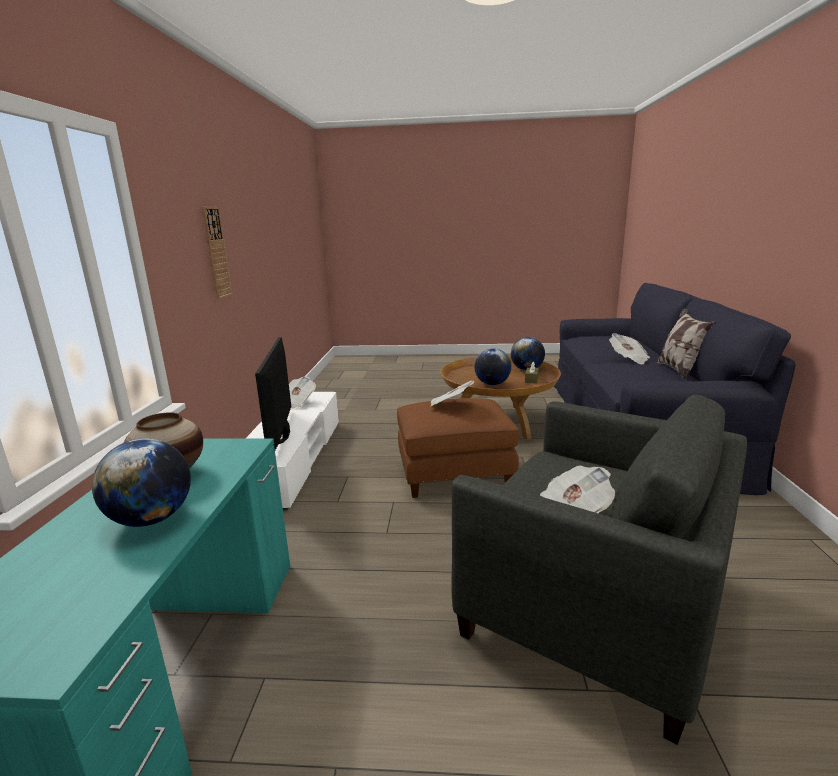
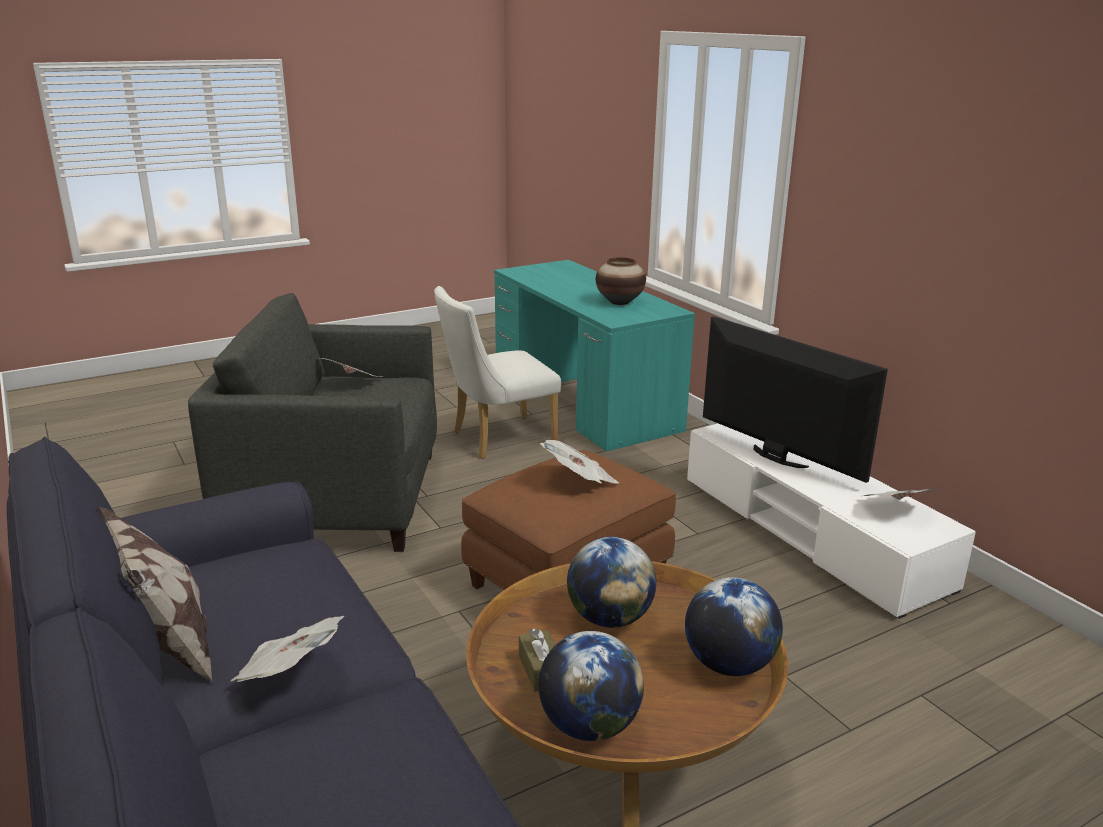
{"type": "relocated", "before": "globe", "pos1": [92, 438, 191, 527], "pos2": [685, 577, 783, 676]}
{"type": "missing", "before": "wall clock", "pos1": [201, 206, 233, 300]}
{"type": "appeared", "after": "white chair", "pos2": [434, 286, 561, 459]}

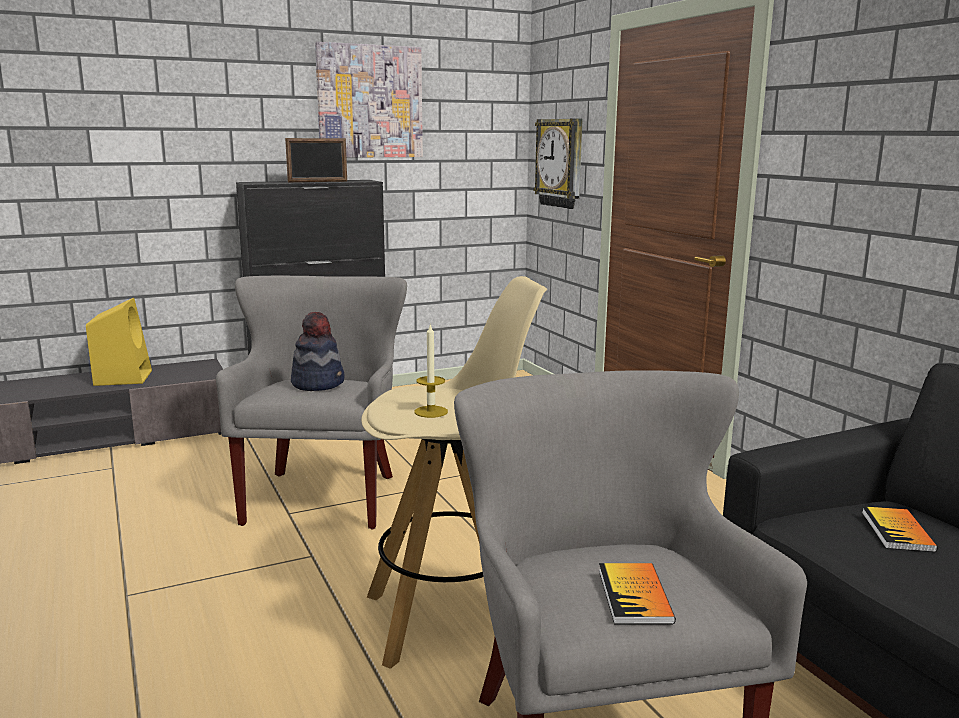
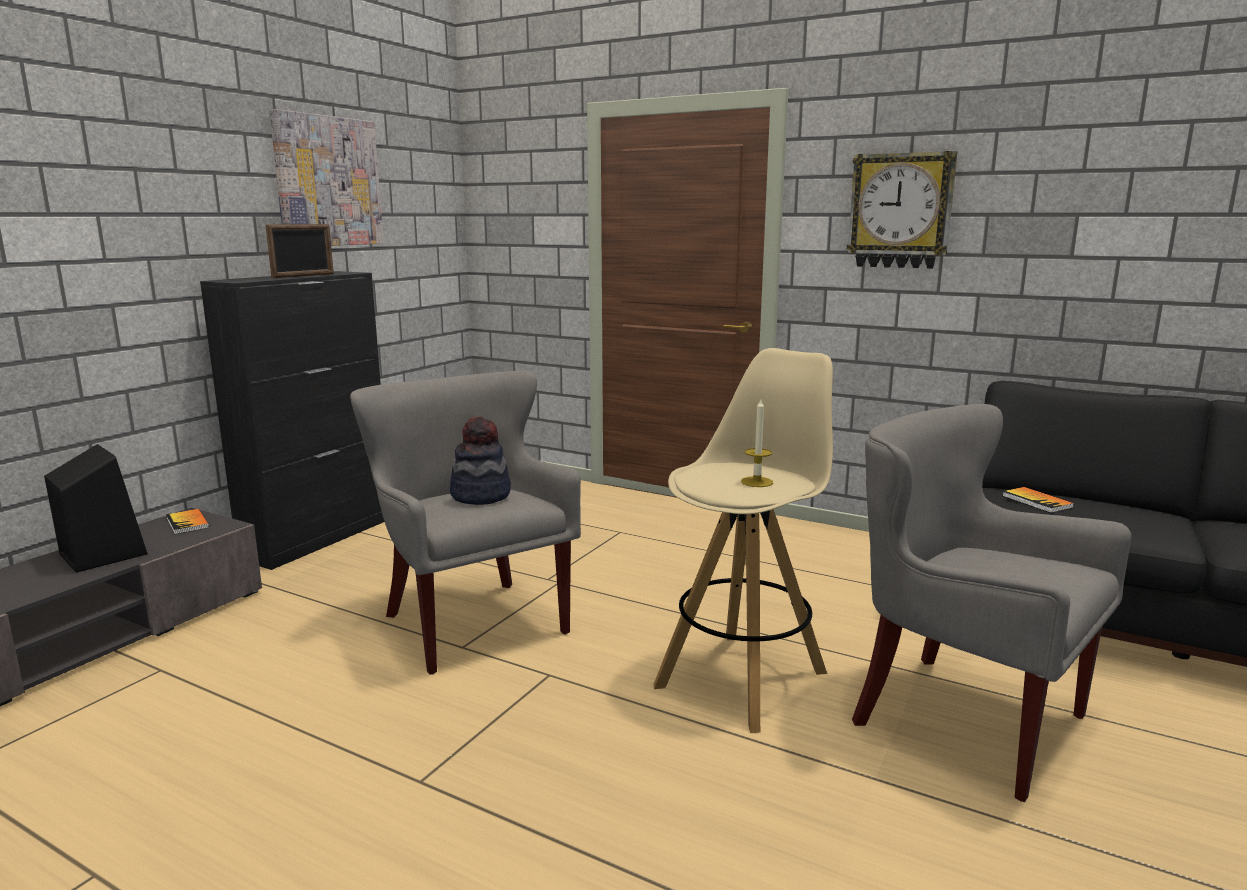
{"type": "colour", "before": "yellow speaker", "after": "black speaker", "pos1": [86, 298, 152, 386], "pos2": [44, 444, 147, 573]}
{"type": "relocated", "before": "wall clock", "pos1": [533, 118, 583, 209], "pos2": [847, 151, 957, 269]}
{"type": "relocated", "before": "book", "pos1": [599, 563, 676, 625], "pos2": [166, 509, 209, 534]}

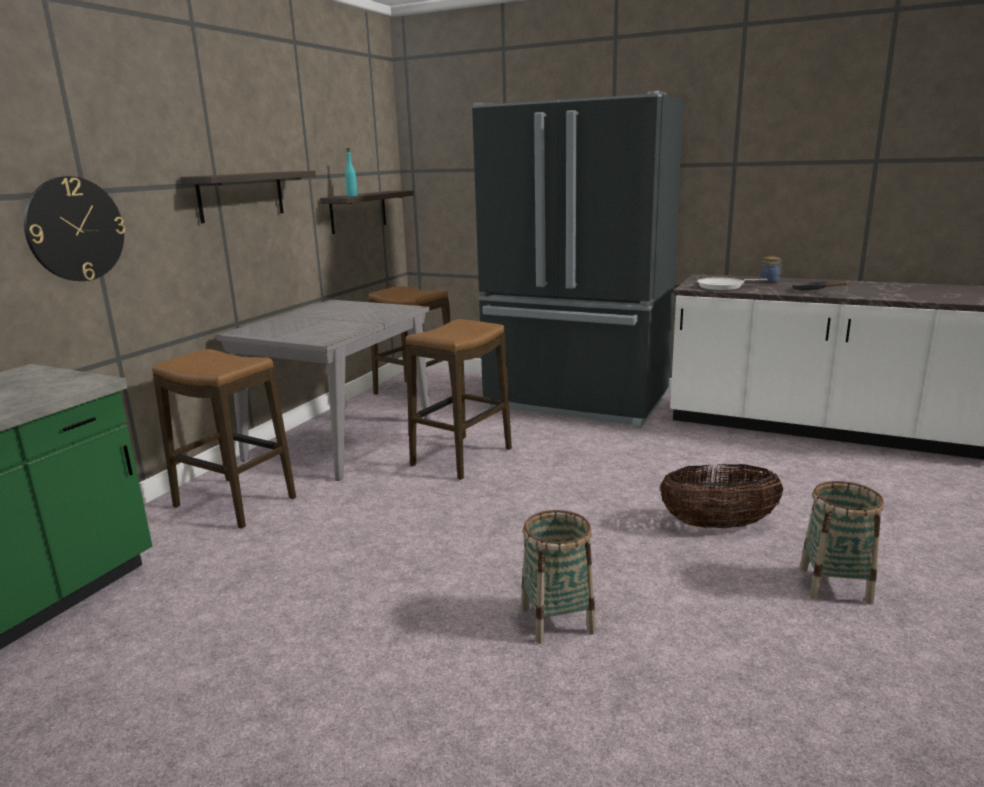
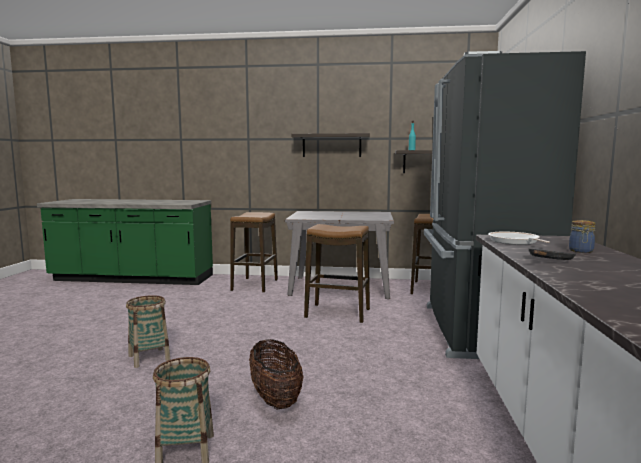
{"type": "missing", "before": "wall clock", "pos1": [24, 176, 126, 281]}

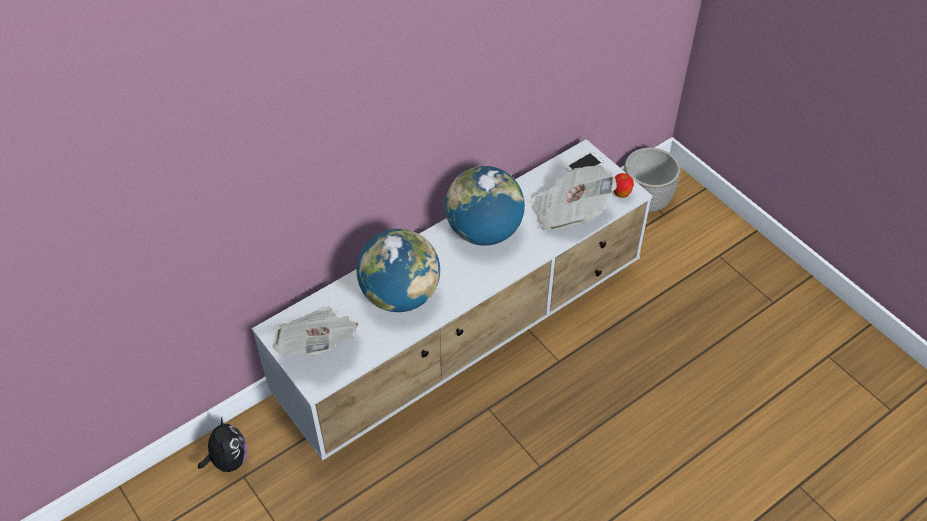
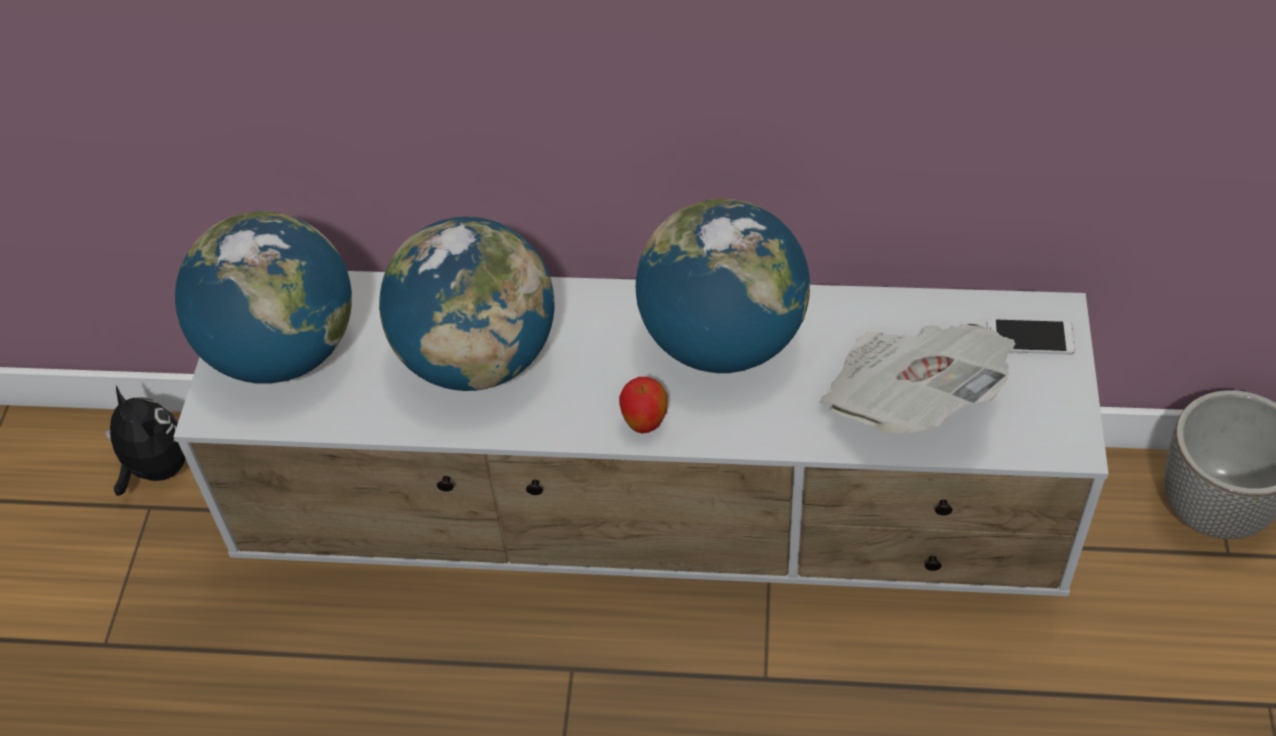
{"type": "spun", "before": "plush toy", "pos1": [198, 418, 247, 472], "pos2": [104, 385, 186, 496], "turn": -75}
{"type": "exchanged", "before": "newspaper", "after": "globe", "pos1": [272, 306, 359, 356], "pos2": [175, 211, 352, 384]}
{"type": "relocated", "before": "apple", "pos1": [614, 173, 634, 198], "pos2": [619, 377, 668, 433]}

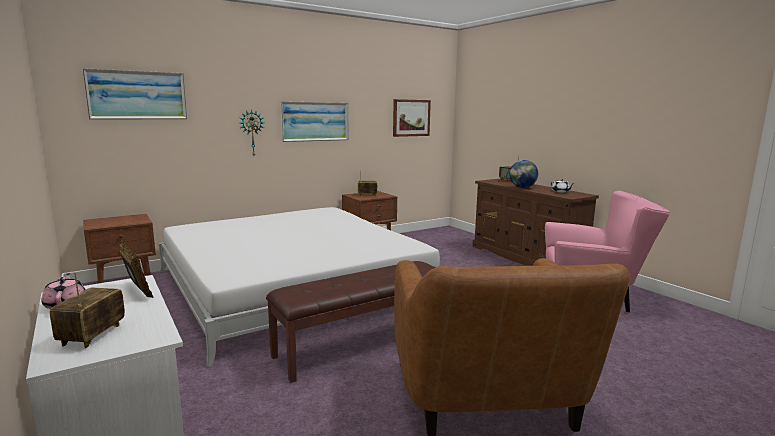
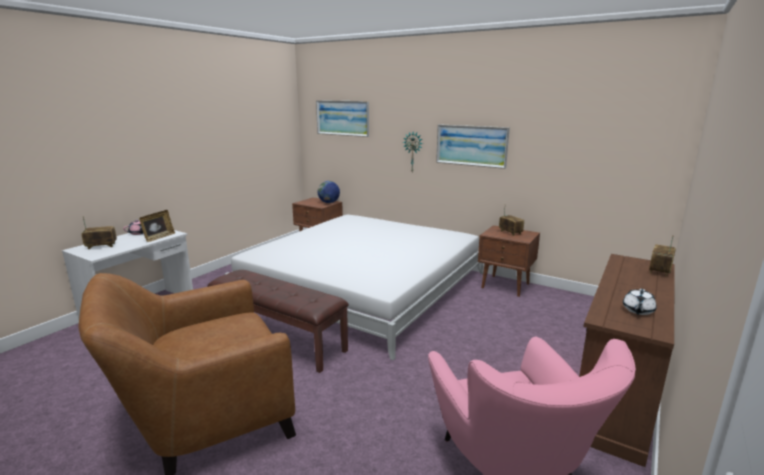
{"type": "missing", "before": "picture", "pos1": [393, 99, 431, 137]}
{"type": "relocated", "before": "globe", "pos1": [509, 160, 538, 188], "pos2": [317, 181, 340, 203]}

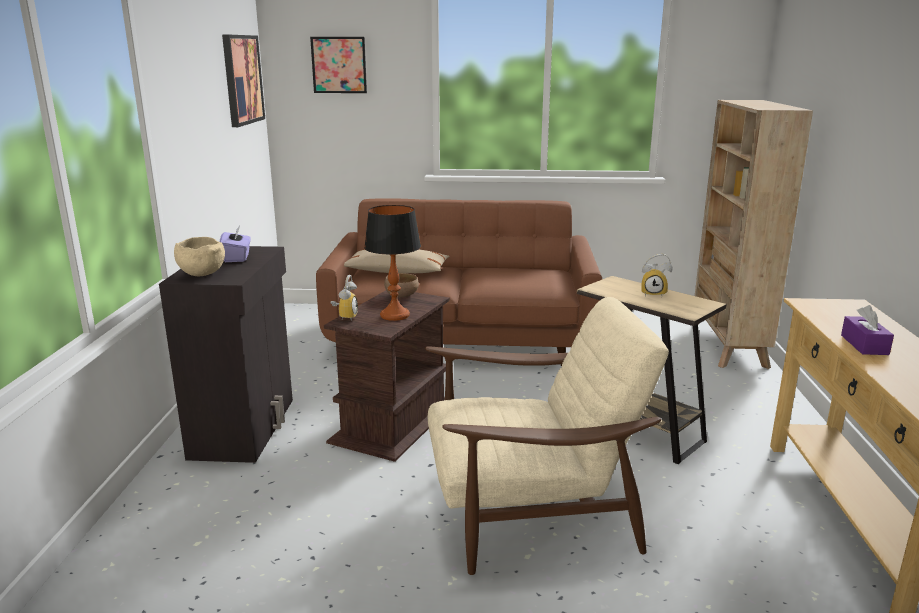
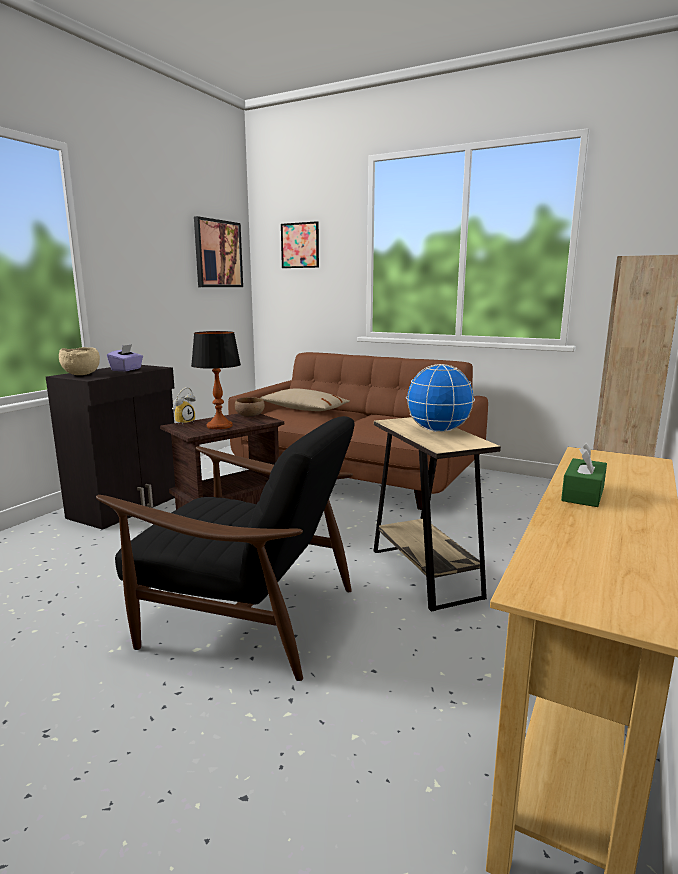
{"type": "colour", "before": "beige armchair", "after": "black armchair", "pos1": [425, 297, 669, 575], "pos2": [96, 416, 355, 681]}
{"type": "exchanged", "before": "alarm clock", "after": "globe", "pos1": [642, 254, 672, 297], "pos2": [406, 364, 475, 432]}
{"type": "colour", "before": "purple tissue box", "after": "green tissue box", "pos1": [841, 305, 894, 355], "pos2": [561, 442, 607, 507]}

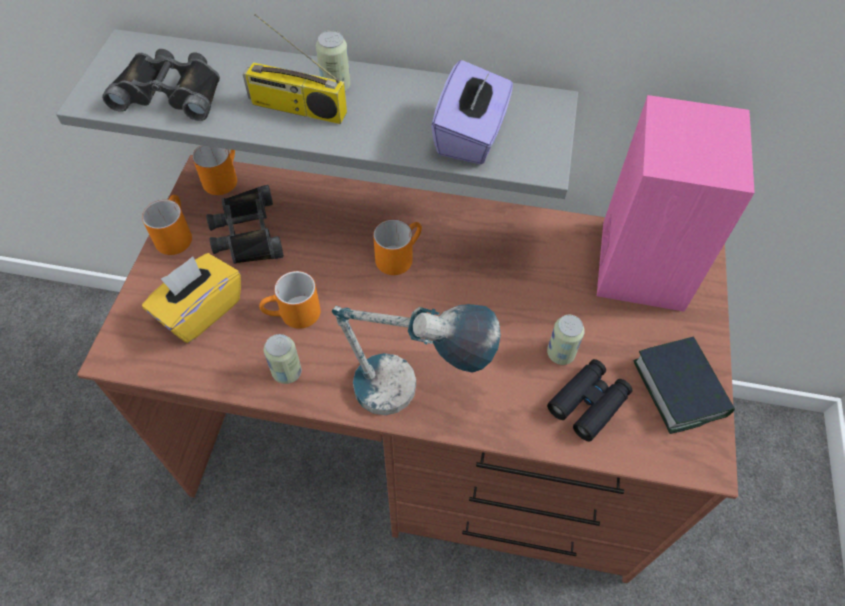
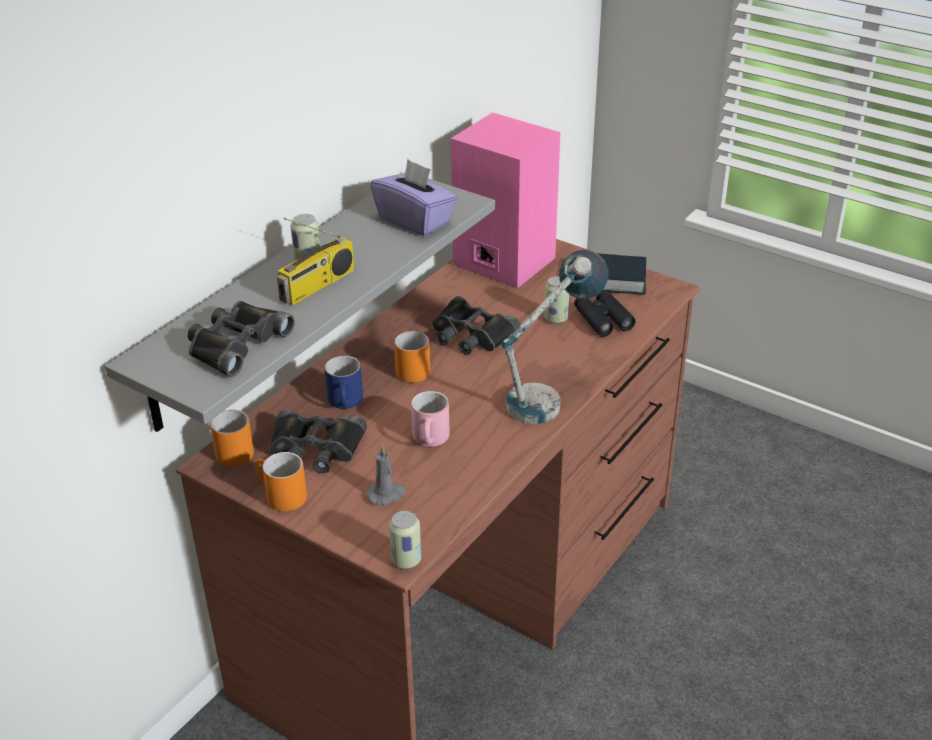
{"type": "exchanged", "before": "yellow tissue box", "after": "grey candle", "pos1": [142, 253, 241, 343], "pos2": [366, 445, 406, 506]}
{"type": "colour", "before": "orange mug", "after": "pink mug", "pos1": [259, 271, 321, 329], "pos2": [411, 391, 450, 447]}
{"type": "relocated", "before": "can", "pos1": [264, 334, 302, 384], "pos2": [389, 511, 421, 569]}
{"type": "appeared", "after": "blue mug", "pos2": [324, 355, 363, 409]}
{"type": "appeared", "after": "black binoculars", "pos2": [432, 296, 521, 355]}

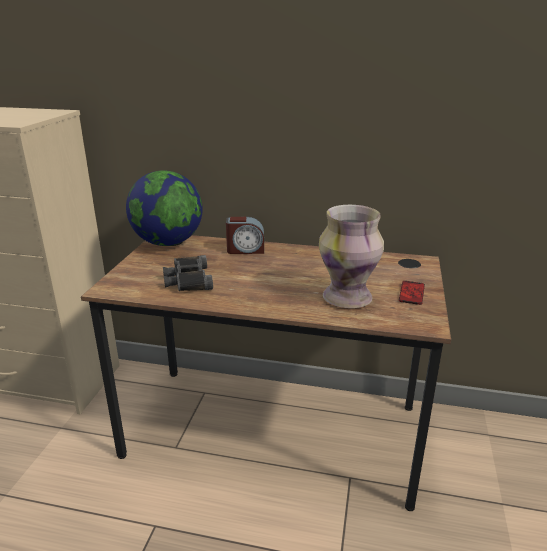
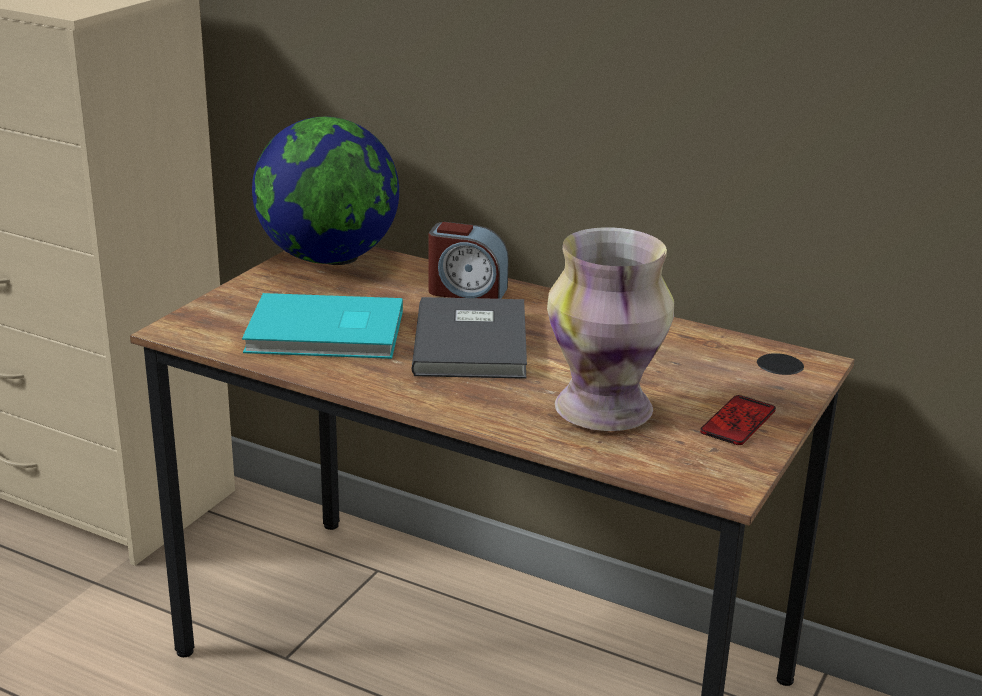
{"type": "exchanged", "before": "black binoculars", "after": "turquoise book", "pos1": [163, 255, 213, 291], "pos2": [242, 293, 403, 359]}
{"type": "appeared", "after": "grey book", "pos2": [412, 297, 527, 379]}

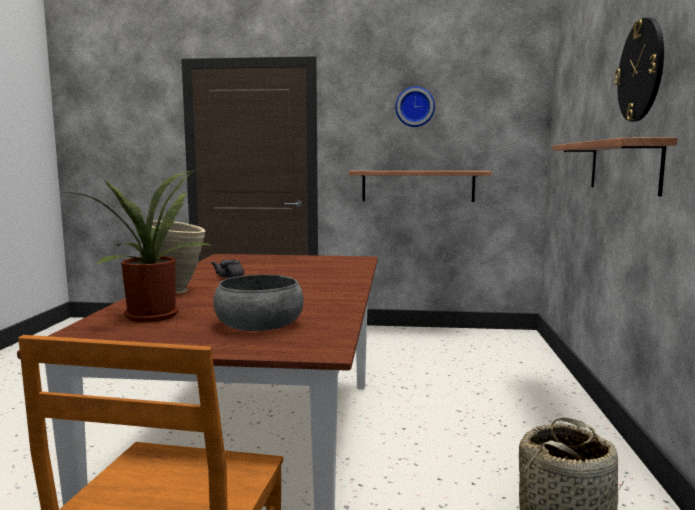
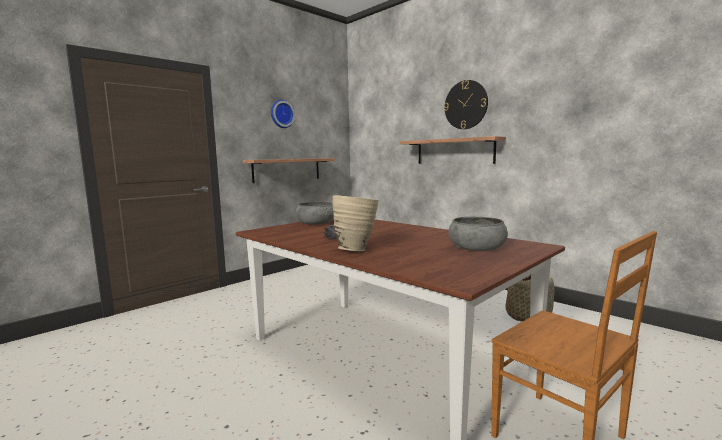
{"type": "missing", "before": "potted plant", "pos1": [64, 170, 212, 322]}
{"type": "appeared", "after": "grey bowl", "pos2": [296, 202, 334, 224]}

